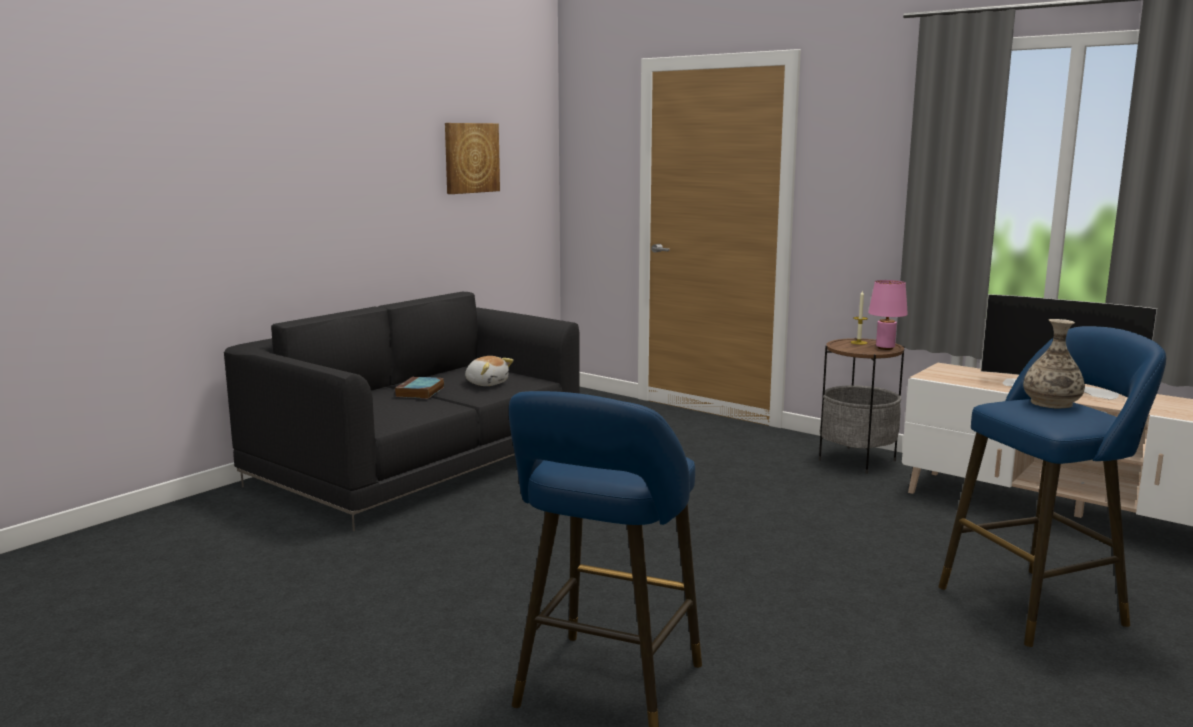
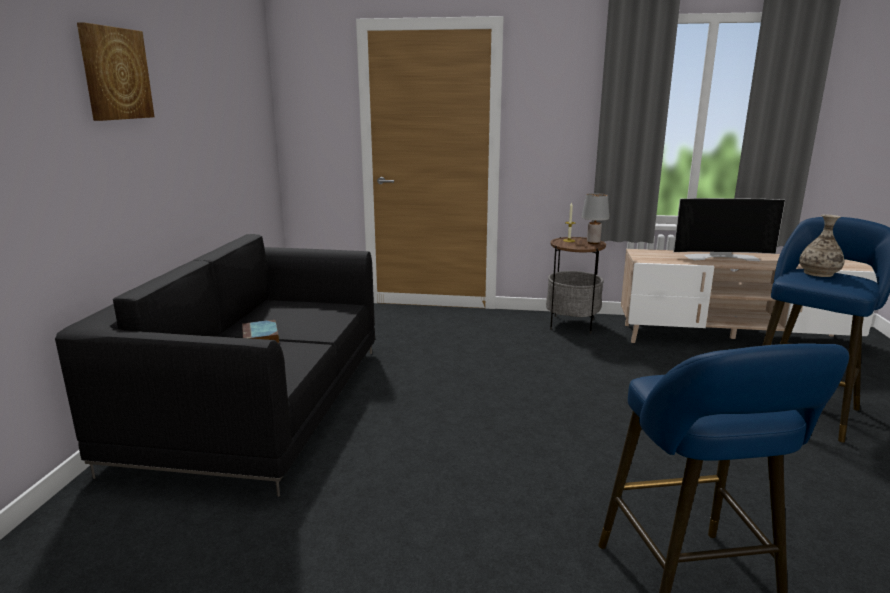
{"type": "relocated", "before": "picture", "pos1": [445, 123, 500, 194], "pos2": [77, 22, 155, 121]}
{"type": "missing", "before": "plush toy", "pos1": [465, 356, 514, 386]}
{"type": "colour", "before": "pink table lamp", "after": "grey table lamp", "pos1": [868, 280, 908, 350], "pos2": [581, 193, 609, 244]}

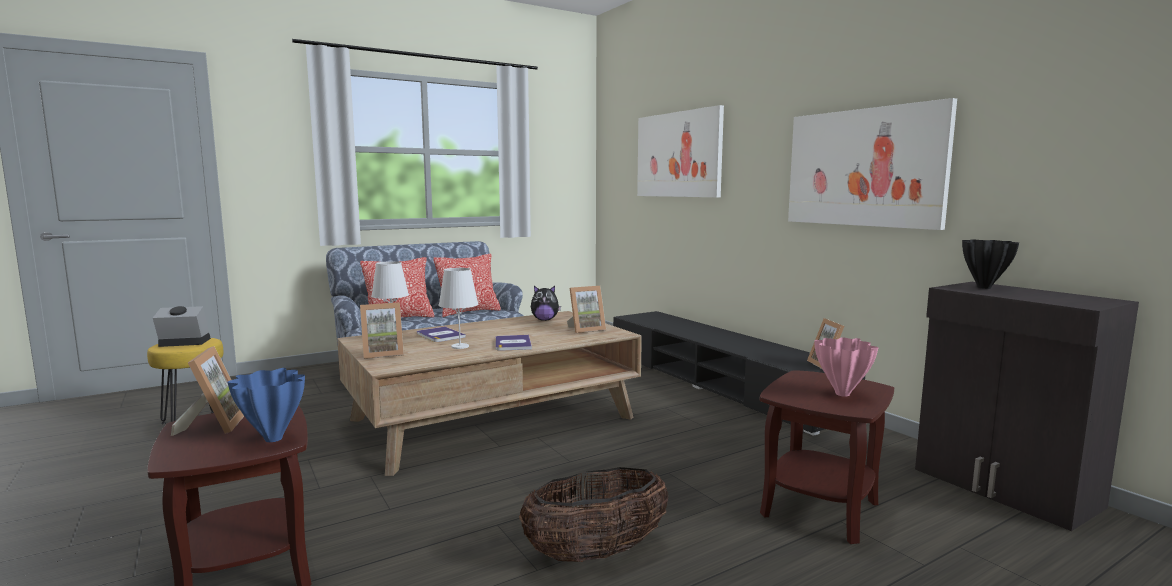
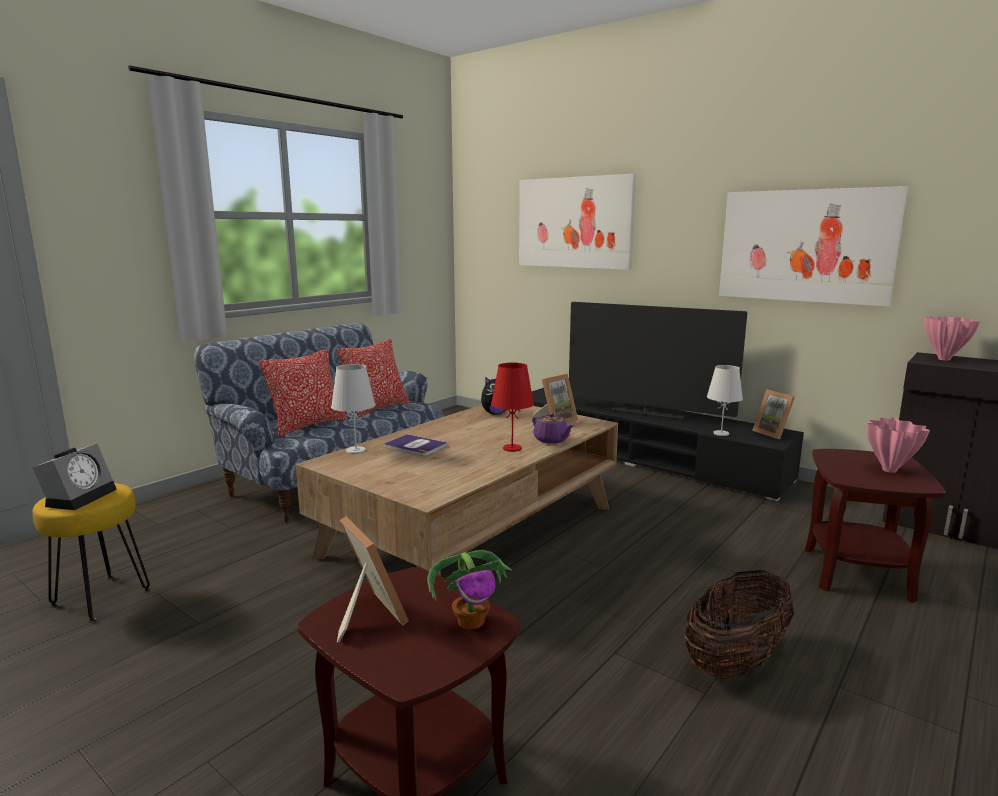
{"type": "spun", "before": "alarm clock", "pos1": [153, 306, 211, 347], "pos2": [32, 444, 117, 510], "turn": 135}
{"type": "exchanged", "before": "blue vase", "after": "potted plant", "pos1": [227, 368, 305, 442], "pos2": [427, 550, 512, 629]}
{"type": "missing", "before": "picture frame", "pos1": [360, 302, 404, 359]}
{"type": "relocated", "before": "white table lamp", "pos1": [438, 268, 479, 349], "pos2": [707, 365, 743, 436]}
{"type": "exchanged", "before": "book", "after": "red table lamp", "pos1": [496, 335, 532, 351], "pos2": [491, 363, 534, 452]}
{"type": "colour", "before": "black vase", "after": "pink vase", "pos1": [962, 240, 1019, 289], "pos2": [924, 316, 980, 361]}
{"type": "appeared", "after": "purple teapot", "pos2": [532, 413, 574, 444]}
{"type": "appeared", "after": "television", "pos2": [569, 302, 747, 419]}

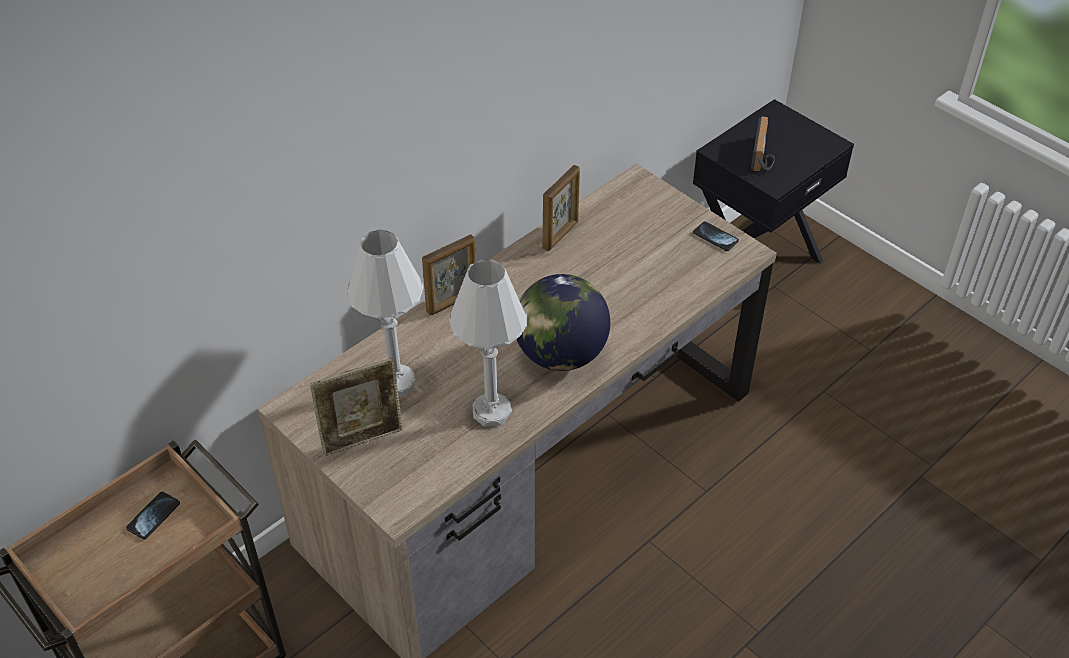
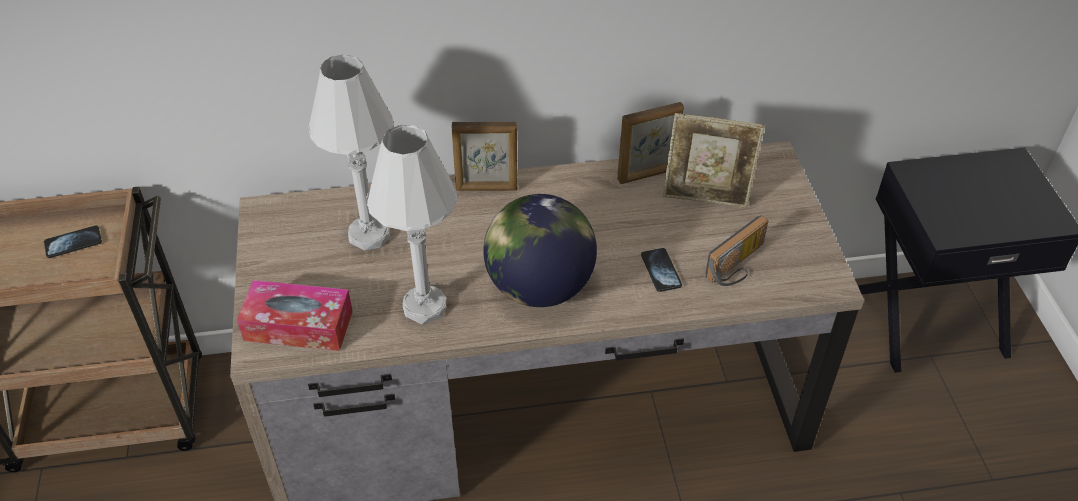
{"type": "relocated", "before": "picture frame", "pos1": [310, 358, 403, 457], "pos2": [663, 113, 765, 208]}
{"type": "relocated", "before": "phone", "pos1": [693, 221, 739, 251], "pos2": [641, 248, 682, 292]}
{"type": "relocated", "before": "radio", "pos1": [751, 116, 775, 172], "pos2": [705, 215, 768, 286]}
{"type": "appeared", "after": "tissue box", "pos2": [237, 280, 353, 351]}

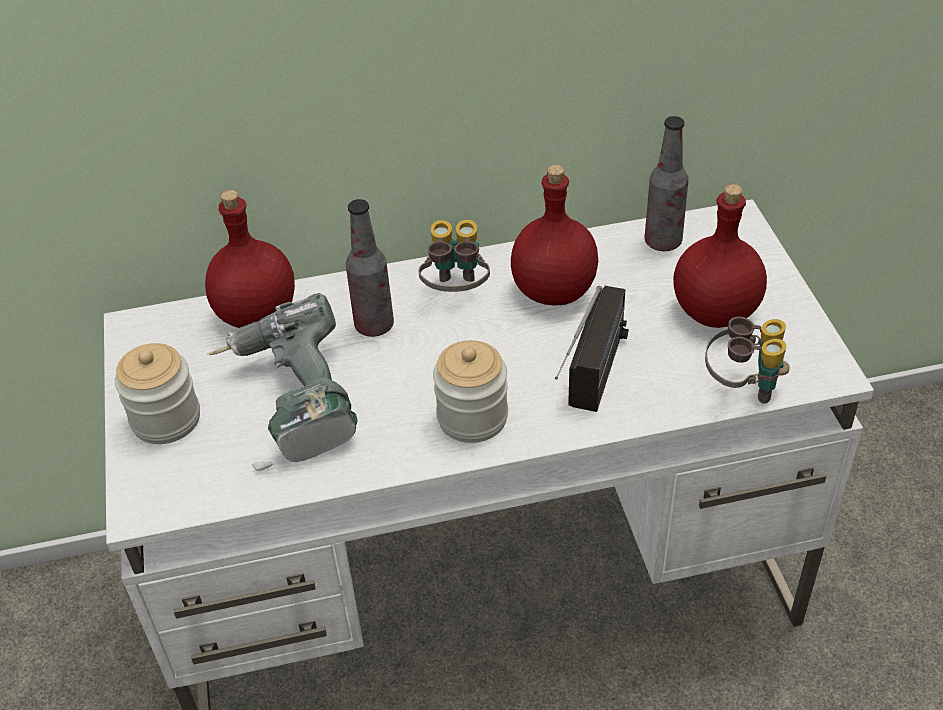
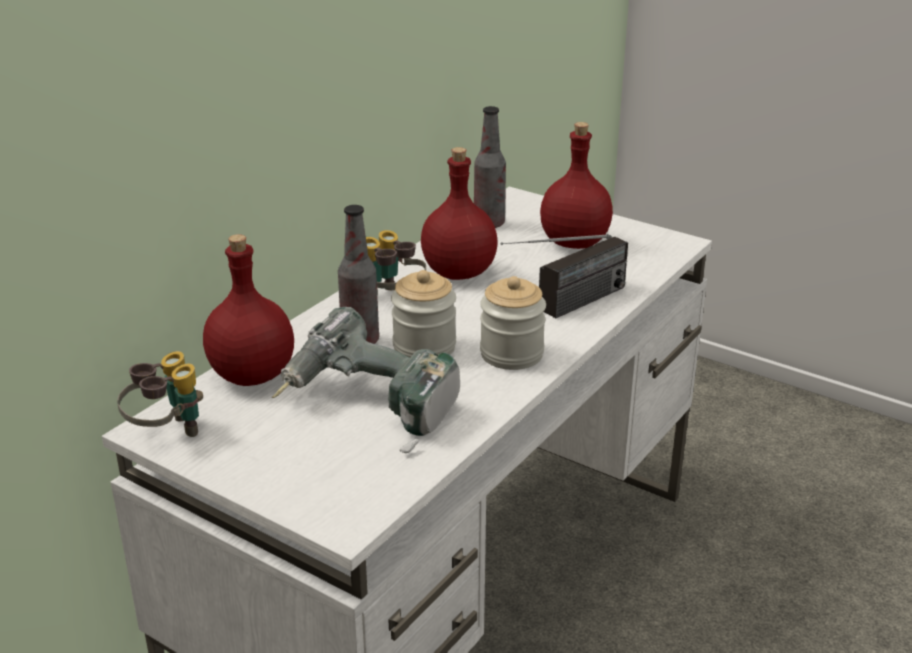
{"type": "relocated", "before": "jar", "pos1": [115, 343, 200, 444], "pos2": [391, 270, 456, 358]}
{"type": "spun", "before": "radio", "pos1": [555, 286, 629, 412], "pos2": [500, 234, 628, 318], "turn": 75}
{"type": "relocated", "before": "binoculars", "pos1": [705, 317, 790, 404], "pos2": [117, 351, 203, 437]}

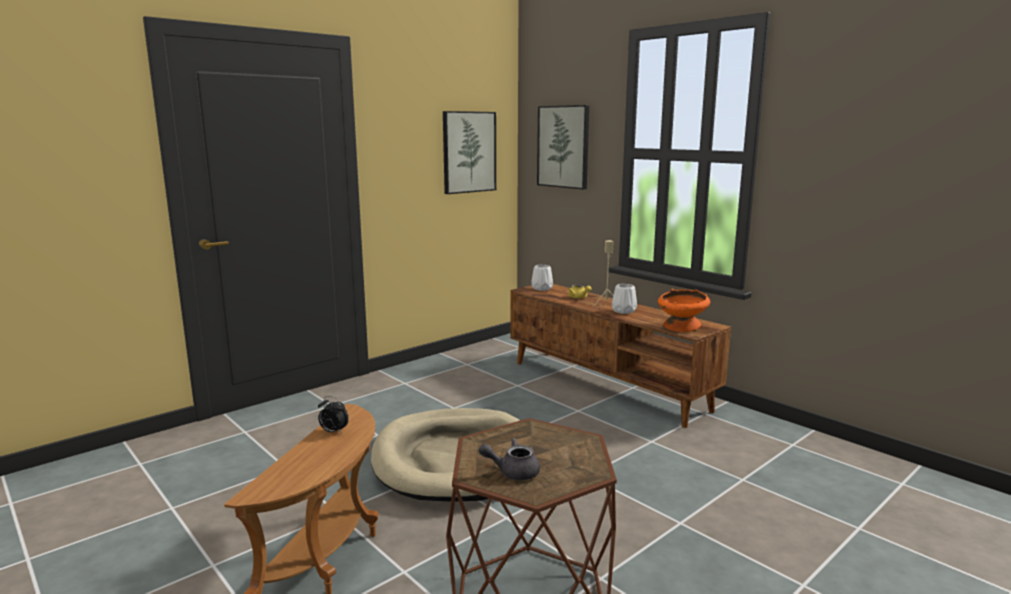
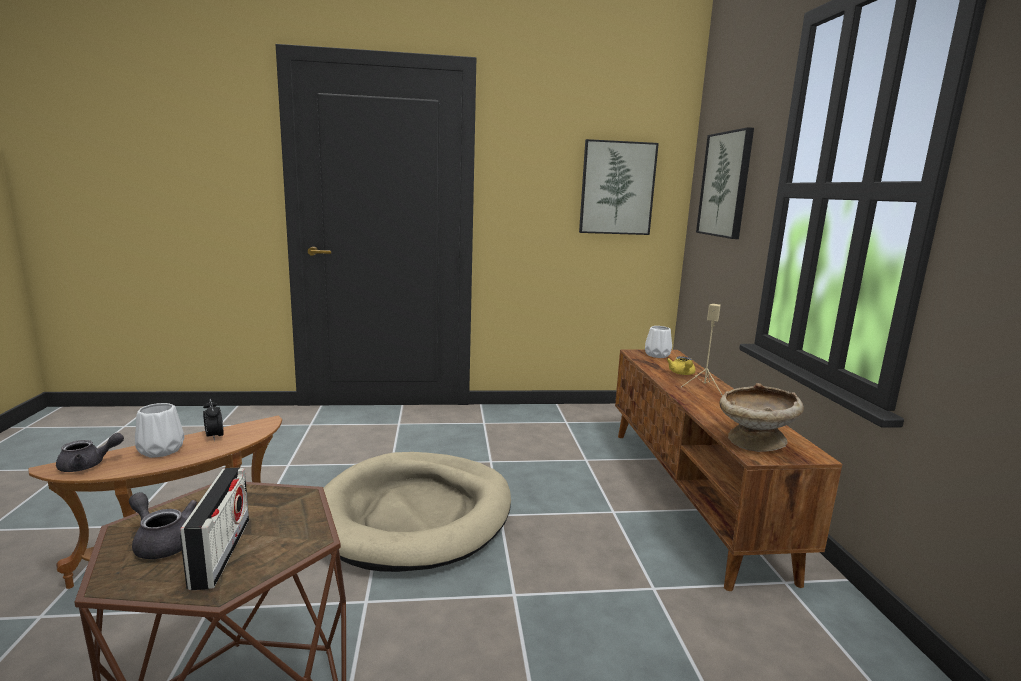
{"type": "relocated", "before": "white vase", "pos1": [612, 284, 637, 314], "pos2": [135, 403, 184, 458]}
{"type": "colour", "before": "orange bowl", "after": "beige bowl", "pos1": [658, 289, 710, 332], "pos2": [719, 383, 804, 452]}
{"type": "appeared", "after": "grey teapot", "pos2": [56, 433, 124, 472]}
{"type": "appeared", "after": "radio", "pos2": [180, 468, 249, 590]}

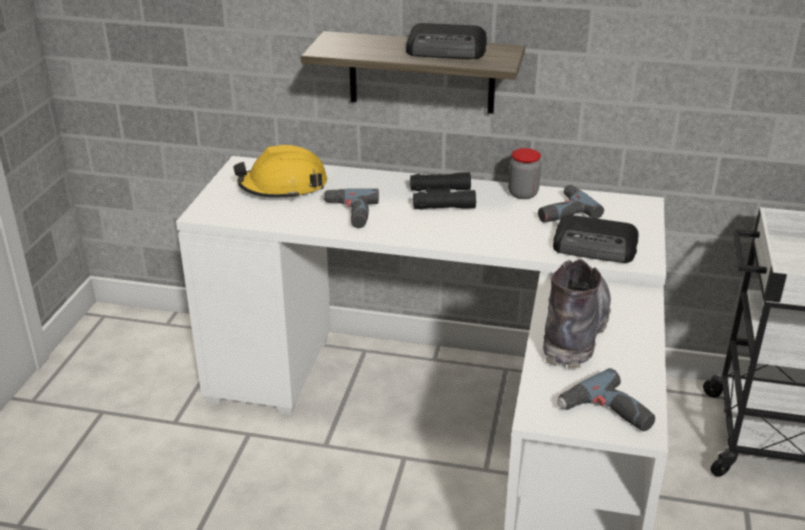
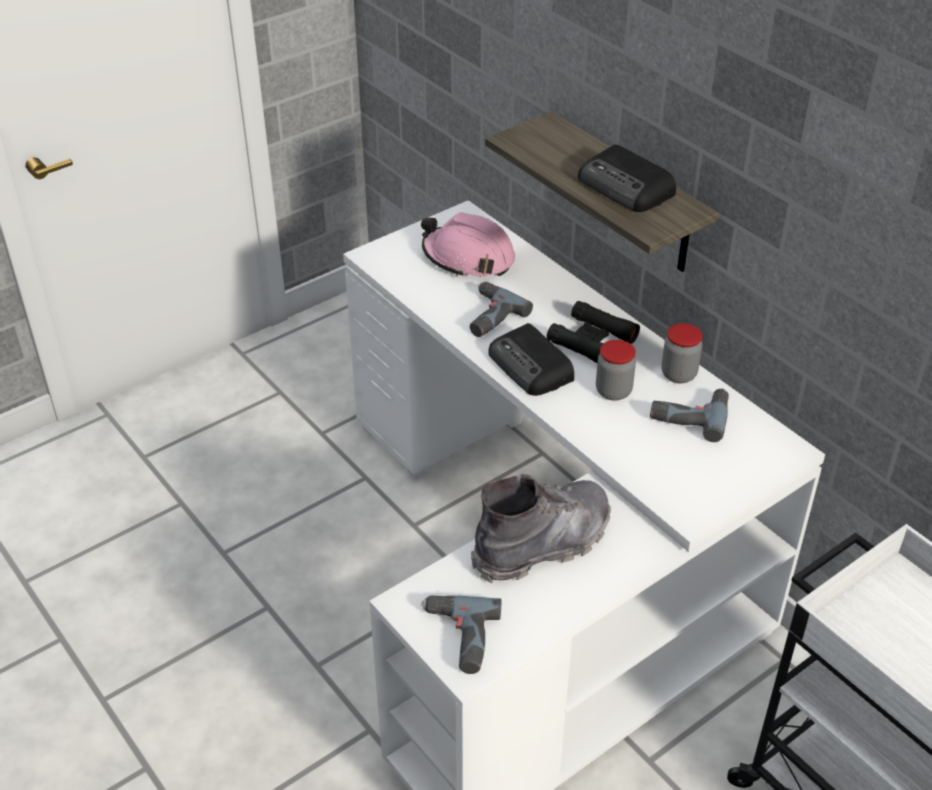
{"type": "colour", "before": "yellow hard hat", "after": "pink hard hat", "pos1": [233, 145, 327, 200], "pos2": [421, 212, 515, 277]}
{"type": "relocated", "before": "radio", "pos1": [553, 215, 639, 263], "pos2": [488, 323, 574, 396]}
{"type": "appeared", "after": "jar", "pos2": [596, 340, 636, 401]}

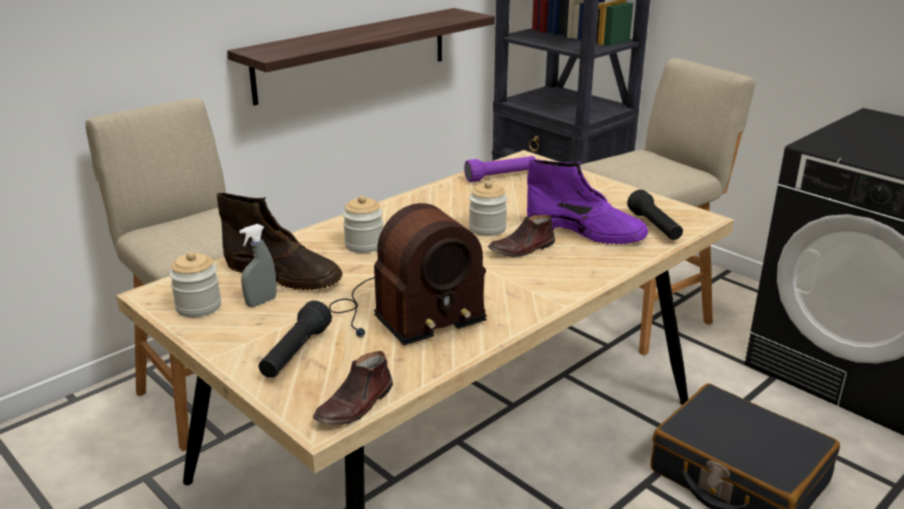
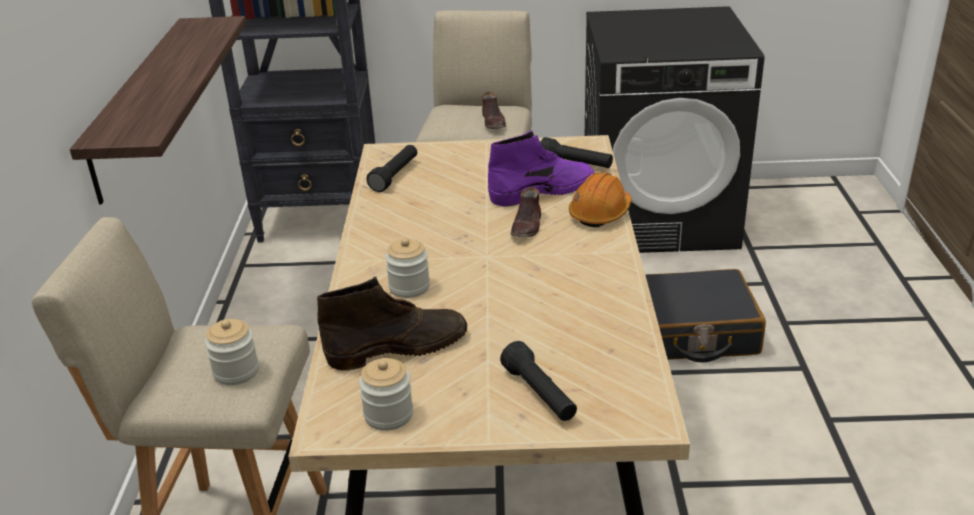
{"type": "missing", "before": "grey spray bottle", "pos1": [239, 224, 277, 307]}
{"type": "relocated", "before": "brown shoe", "pos1": [313, 351, 393, 425], "pos2": [482, 92, 506, 129]}
{"type": "missing", "before": "radio", "pos1": [329, 203, 487, 345]}
{"type": "colour", "before": "purple flashlight", "after": "black flashlight", "pos1": [464, 156, 536, 182], "pos2": [366, 145, 417, 192]}
{"type": "relocated", "before": "jar", "pos1": [469, 181, 507, 236], "pos2": [205, 319, 259, 385]}
{"type": "appeared", "after": "orange hard hat", "pos2": [569, 172, 632, 227]}

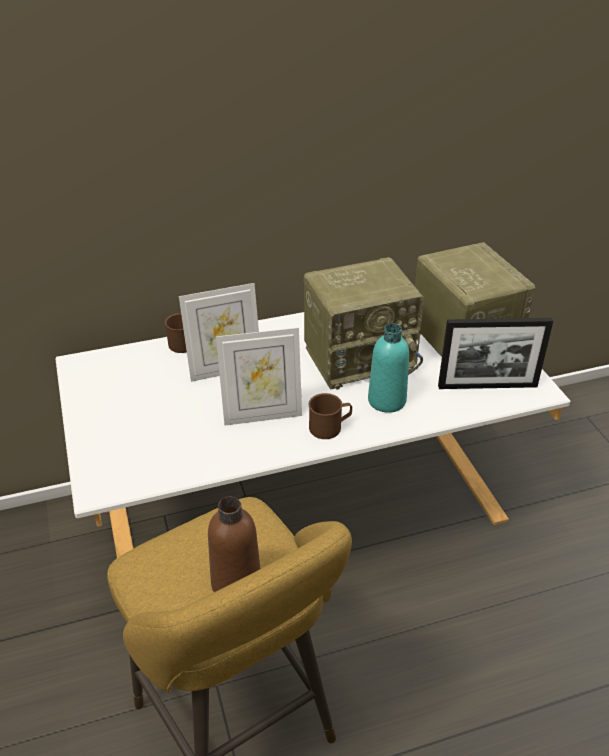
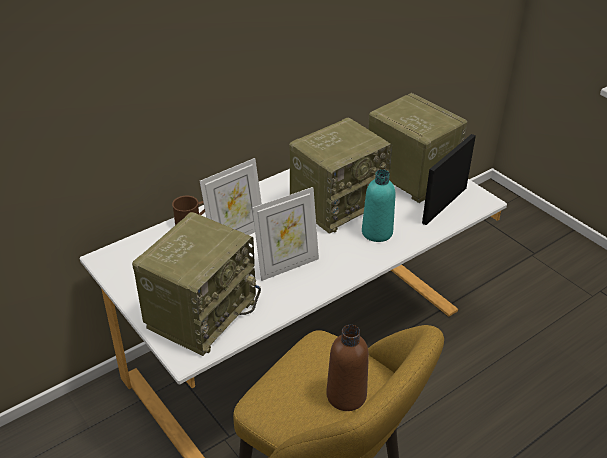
{"type": "missing", "before": "brown mug", "pos1": [309, 393, 352, 439]}
{"type": "spun", "before": "picture frame", "pos1": [438, 318, 553, 389], "pos2": [422, 134, 476, 225], "turn": 150}
{"type": "appeared", "after": "radio", "pos2": [132, 212, 261, 356]}

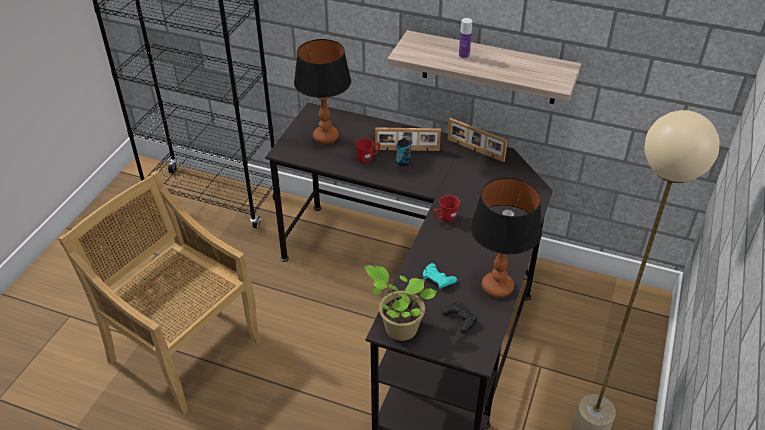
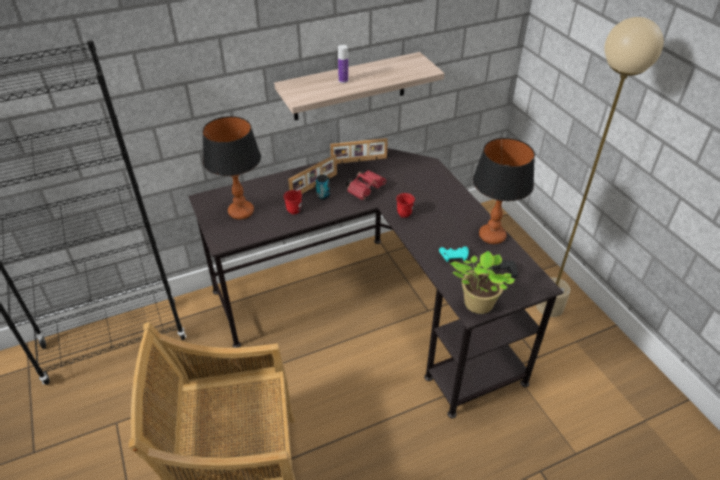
{"type": "appeared", "after": "red binoculars", "pos2": [346, 170, 386, 200]}

